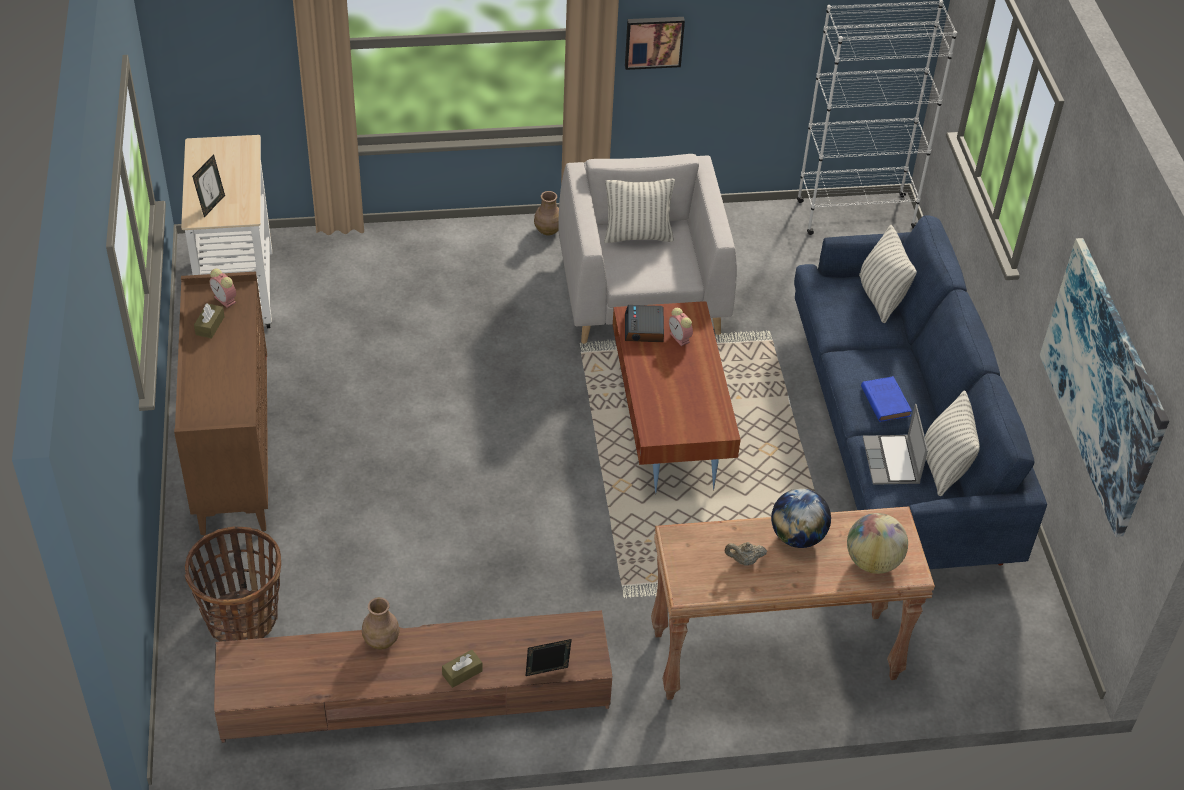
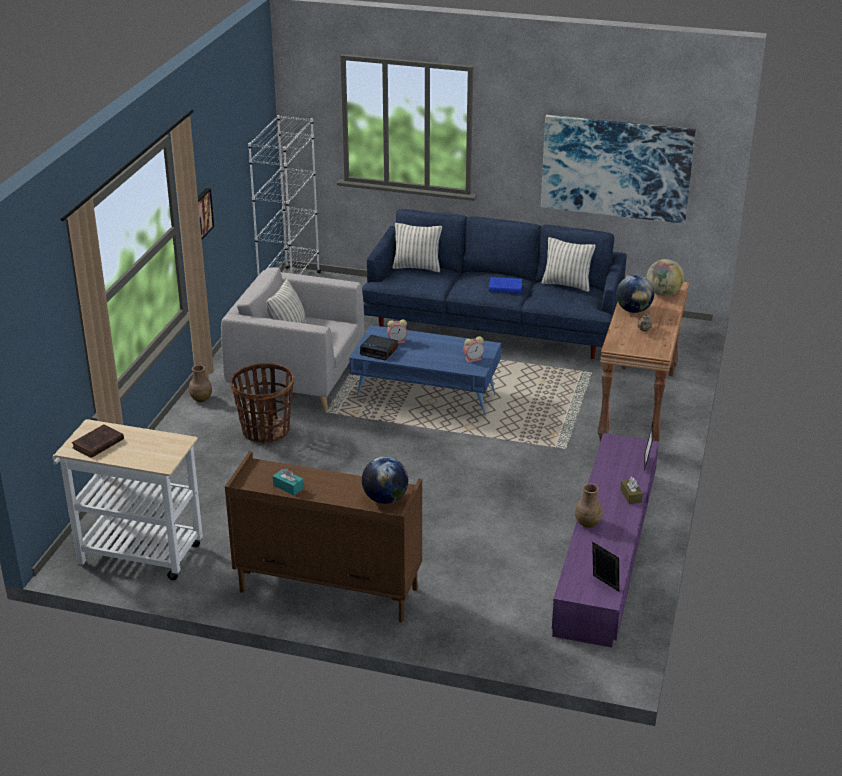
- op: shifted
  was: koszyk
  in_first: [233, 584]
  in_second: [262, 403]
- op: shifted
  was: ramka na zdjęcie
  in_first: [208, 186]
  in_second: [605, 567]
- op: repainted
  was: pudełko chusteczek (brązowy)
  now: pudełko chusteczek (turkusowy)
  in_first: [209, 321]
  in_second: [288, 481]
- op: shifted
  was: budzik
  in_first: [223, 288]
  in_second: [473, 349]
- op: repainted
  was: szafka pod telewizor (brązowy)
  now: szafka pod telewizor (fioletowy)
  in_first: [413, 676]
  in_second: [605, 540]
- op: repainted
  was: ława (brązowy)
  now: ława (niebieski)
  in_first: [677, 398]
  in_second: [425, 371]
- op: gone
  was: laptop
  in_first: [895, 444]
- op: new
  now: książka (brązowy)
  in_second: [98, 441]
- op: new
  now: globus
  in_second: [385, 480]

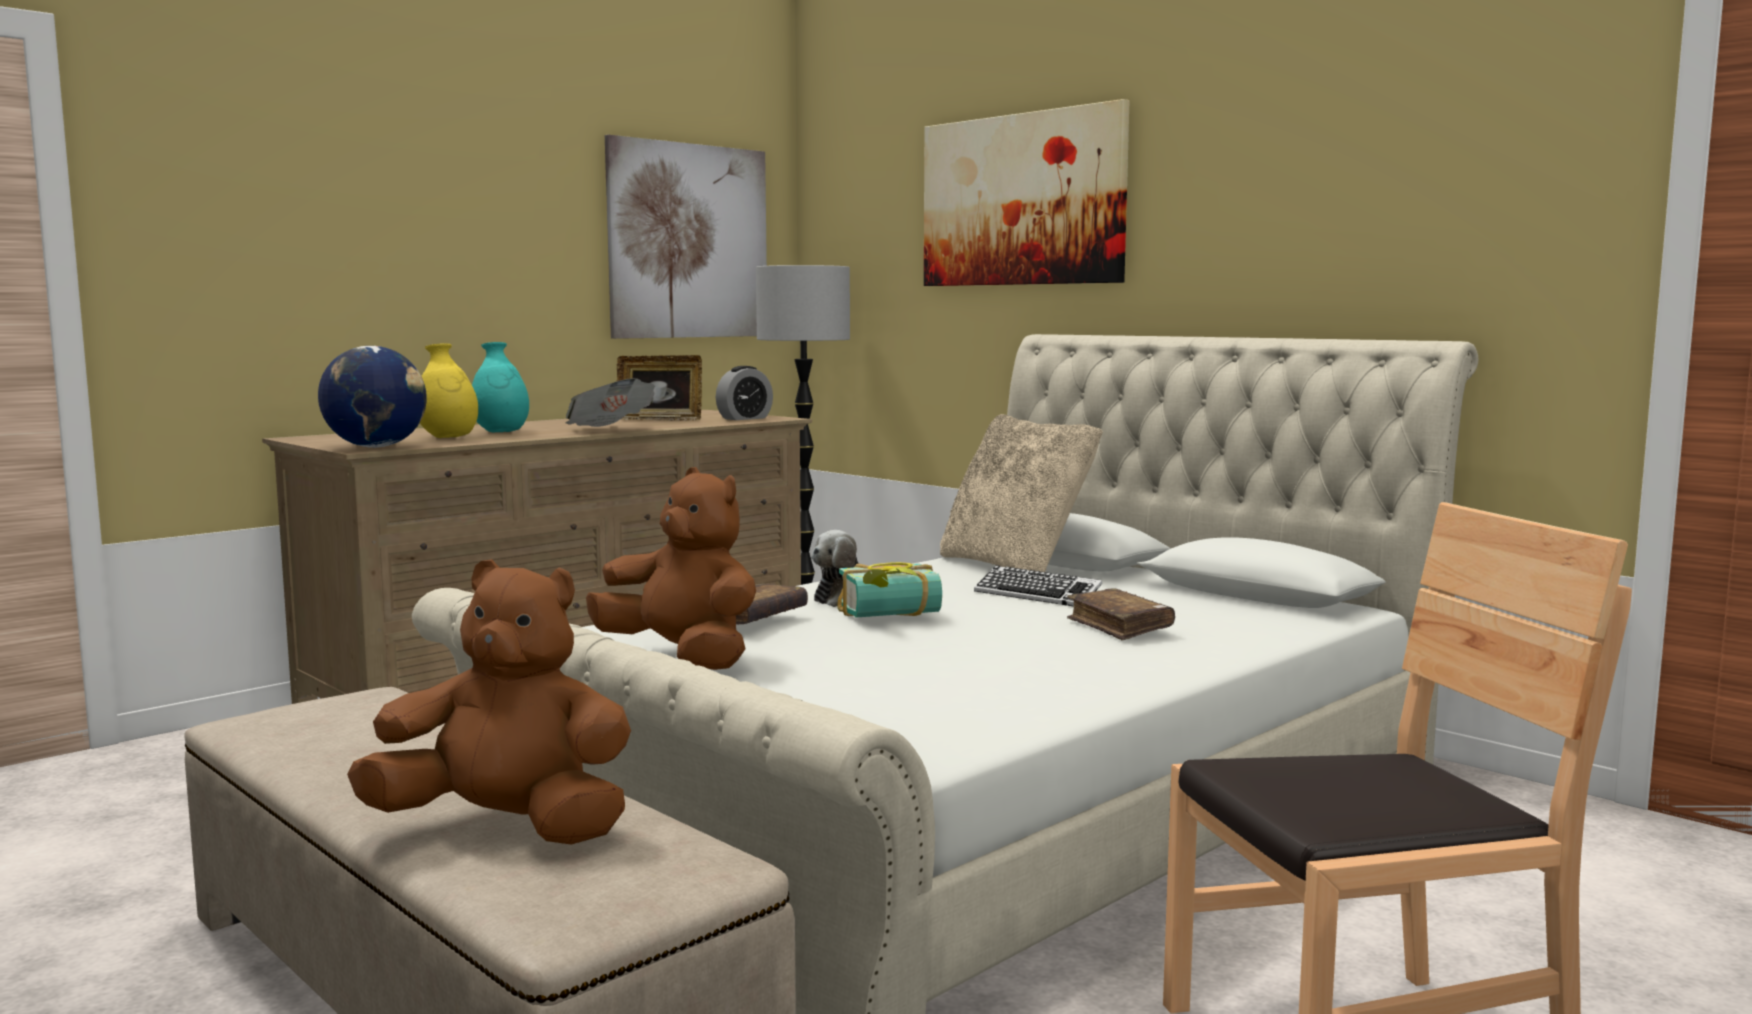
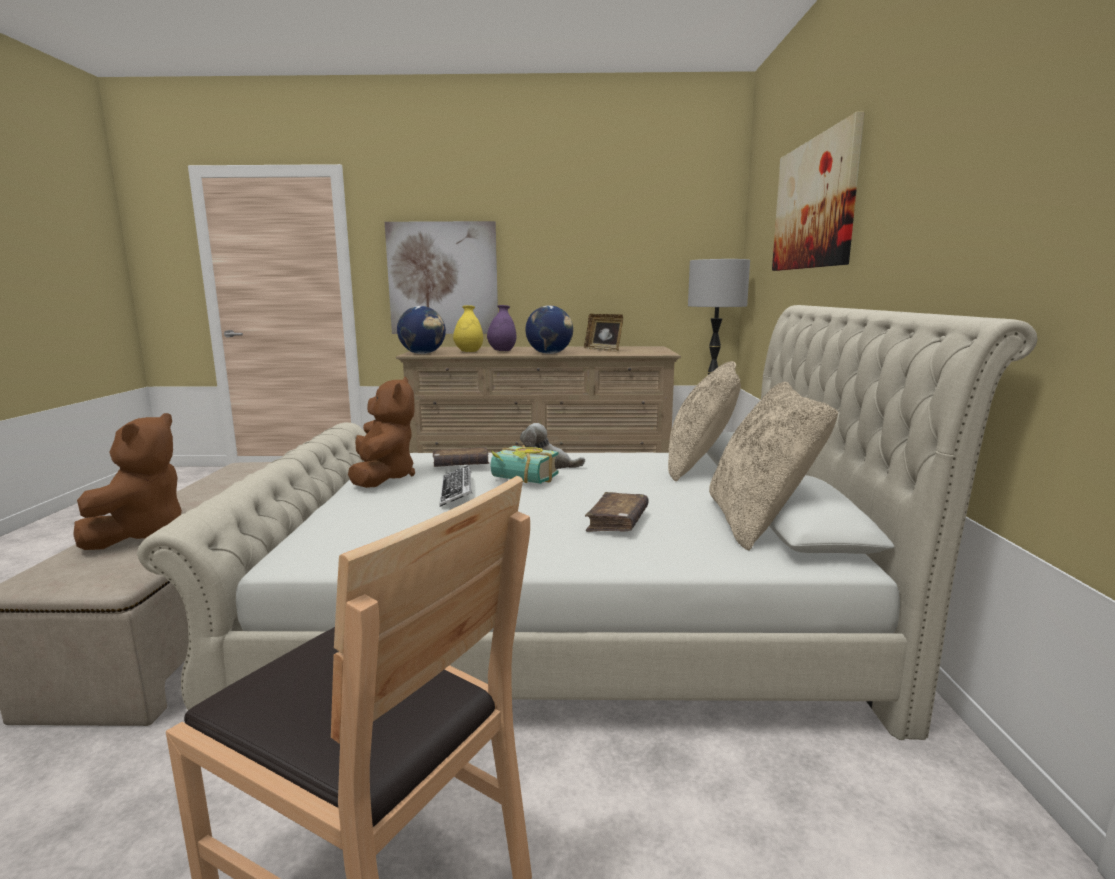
- op: rotated
  was: pluszak (brązowy)
  in_first: [489, 701]
  in_second: [127, 481]
  clockwise: 45
- op: repainted
  was: wazon (turkusowy)
  now: wazon (fioletowy)
  in_first: [500, 387]
  in_second: [502, 328]
- op: swapped
  was: gazeta
  now: globus
  in_first: [610, 402]
  in_second: [549, 330]
- op: shifted
  was: obraz
  in_first: [686, 237]
  in_second: [441, 277]
- op: gone
  was: budzik
  in_first: [744, 393]
- op: shifted
  was: klawiatura
  in_first: [1038, 585]
  in_second: [456, 486]
- op: new
  now: poduszka (beżowy)
  in_second: [774, 466]

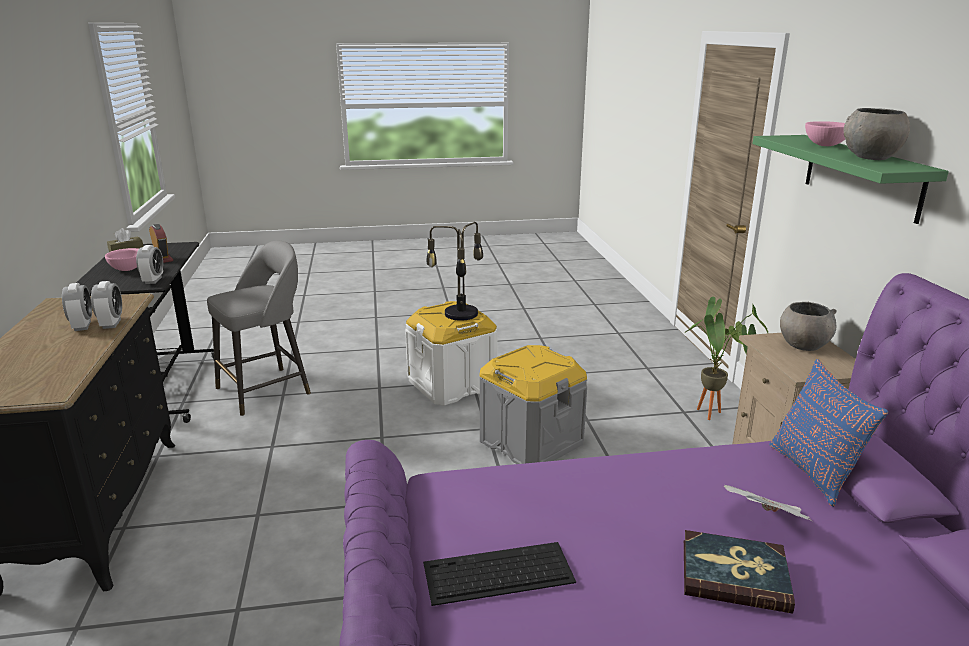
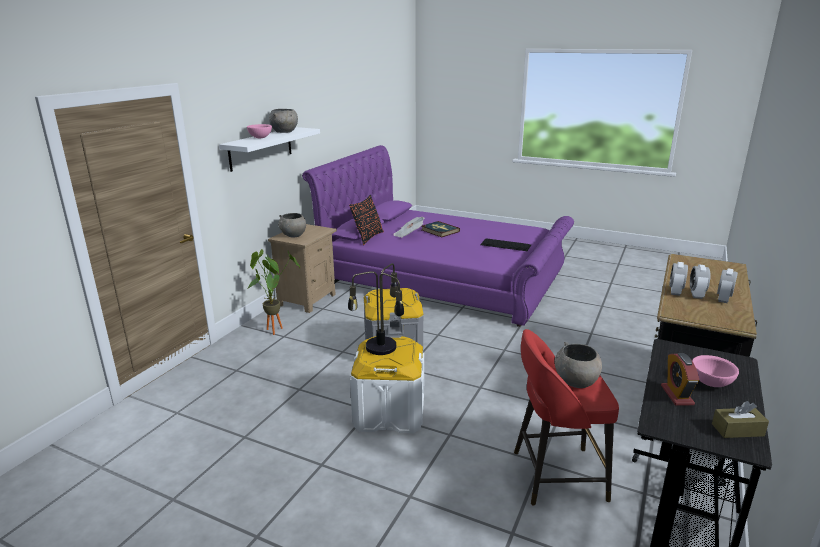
- op: shifted
  was: budzik
  in_first: [149, 264]
  in_second: [727, 285]
- op: repainted
  was: stołek (szary)
  now: stołek (czerwony)
  in_first: [259, 328]
  in_second: [566, 417]
- op: repainted
  was: półka (zielony)
  now: półka (biały)
  in_first: [850, 179]
  in_second: [269, 149]
- op: repainted
  was: poduszka (niebieski)
  now: poduszka (czarny)
  in_first: [828, 433]
  in_second: [366, 220]
- op: new
  now: miska (szary)
  in_second: [578, 365]

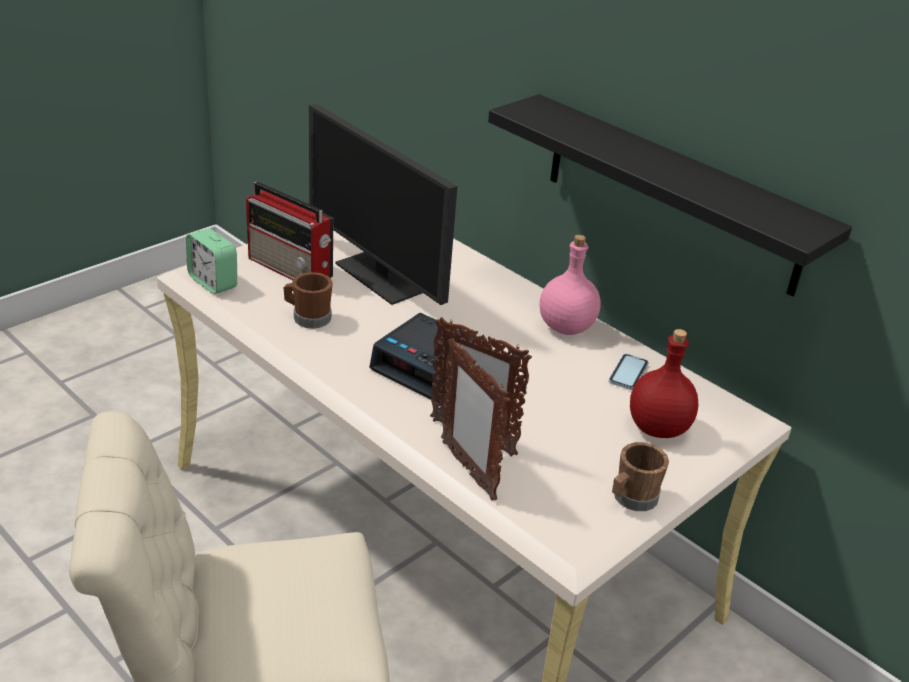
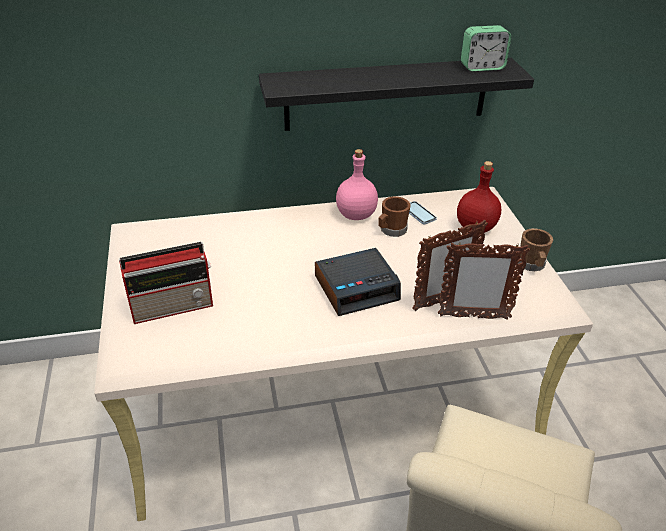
- op: shifted
  was: budzik
  in_first: [211, 261]
  in_second: [486, 48]
- op: shifted
  was: kubek (brązowy)
  in_first: [308, 300]
  in_second: [394, 216]
- op: gone
  was: monitor
  in_first: [383, 204]

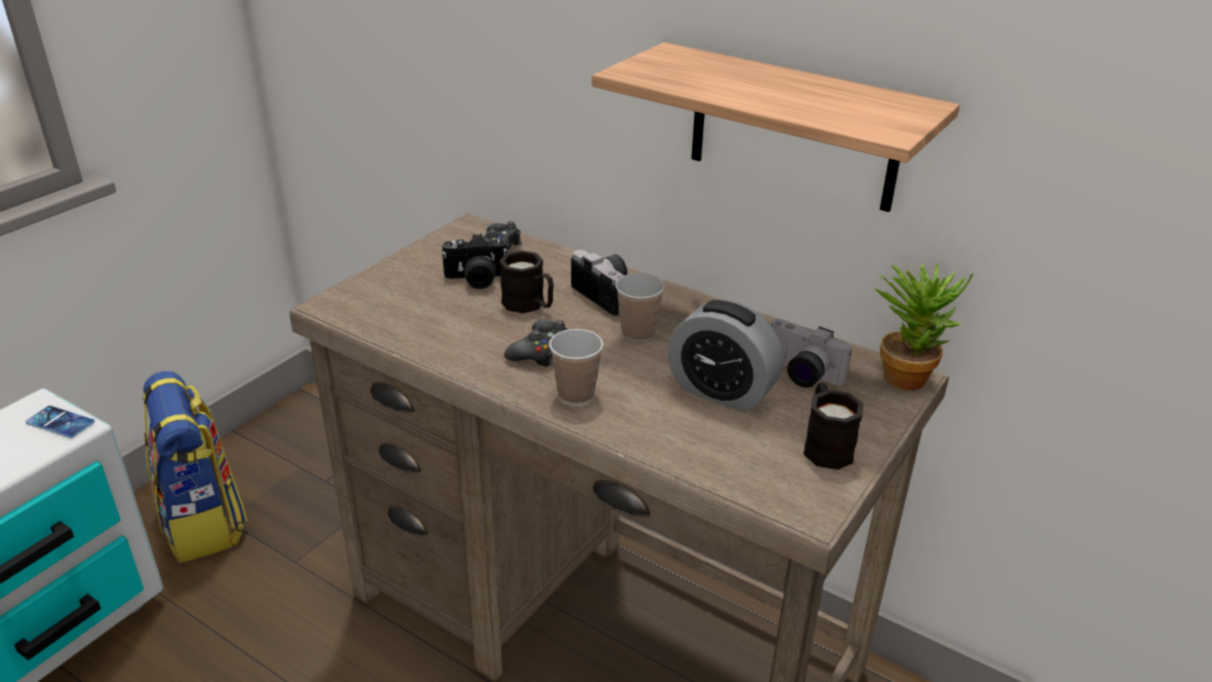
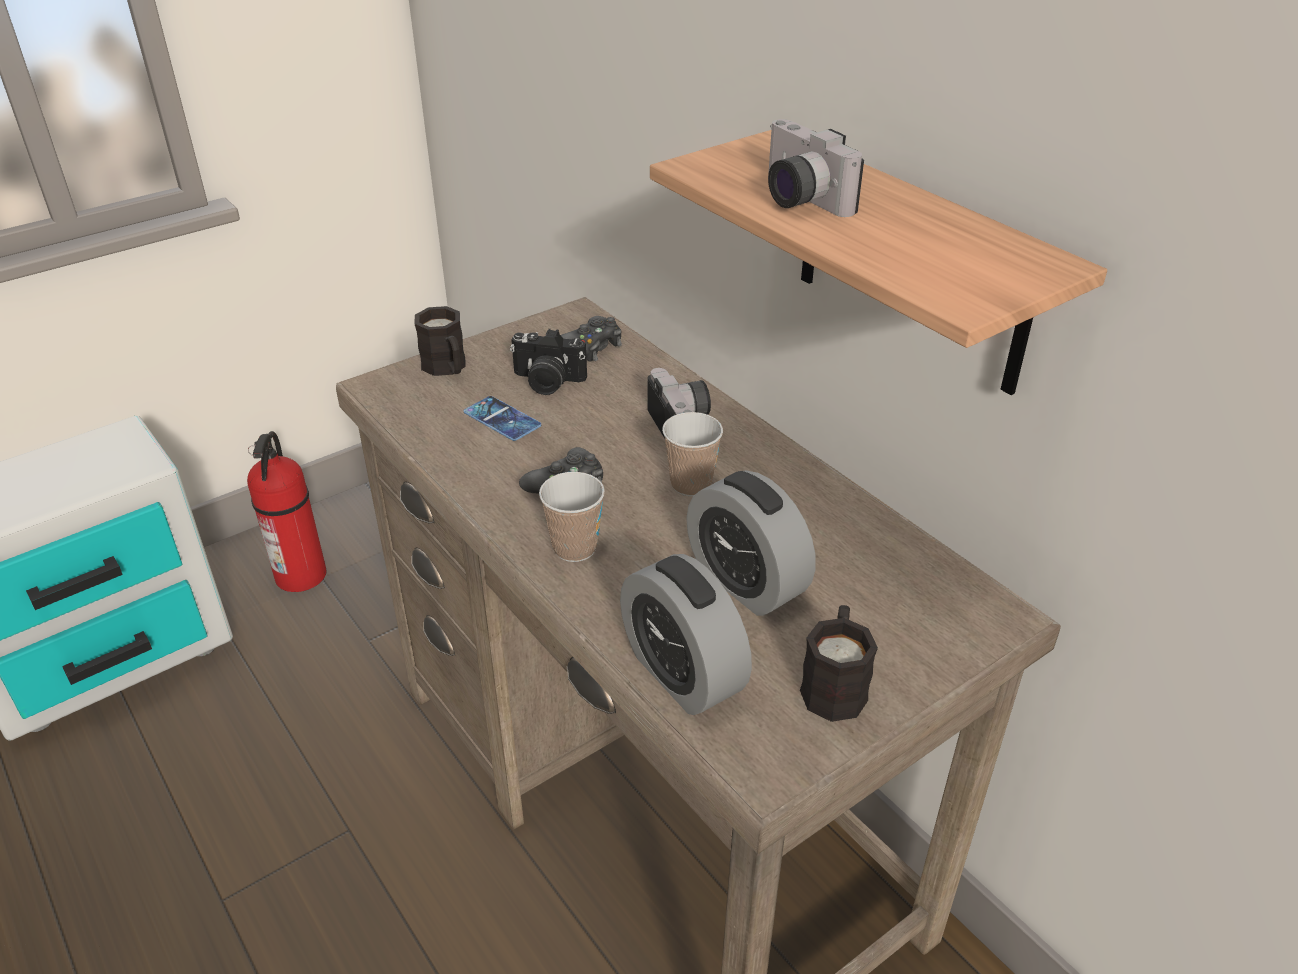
- op: shifted
  was: telefon
  in_first: [60, 422]
  in_second: [502, 418]
- op: swapped
  was: plecak
  now: gaśnica
  in_first: [195, 467]
  in_second: [286, 511]
- op: shifted
  was: kubek (czarny)
  in_first: [526, 281]
  in_second: [440, 341]
- op: shifted
  was: aparat fotograficzny
  in_first: [811, 353]
  in_second: [816, 168]
- op: gone
  was: roślina doniczkowa
  in_first: [923, 326]
- op: new
  now: budzik
  in_second: [686, 634]

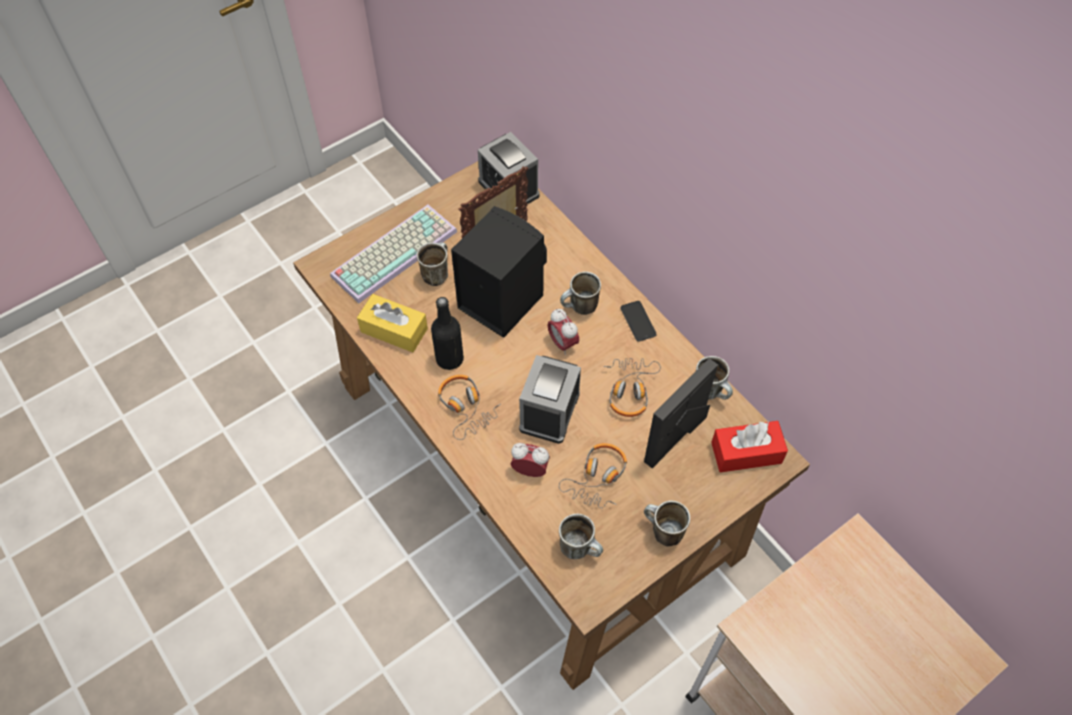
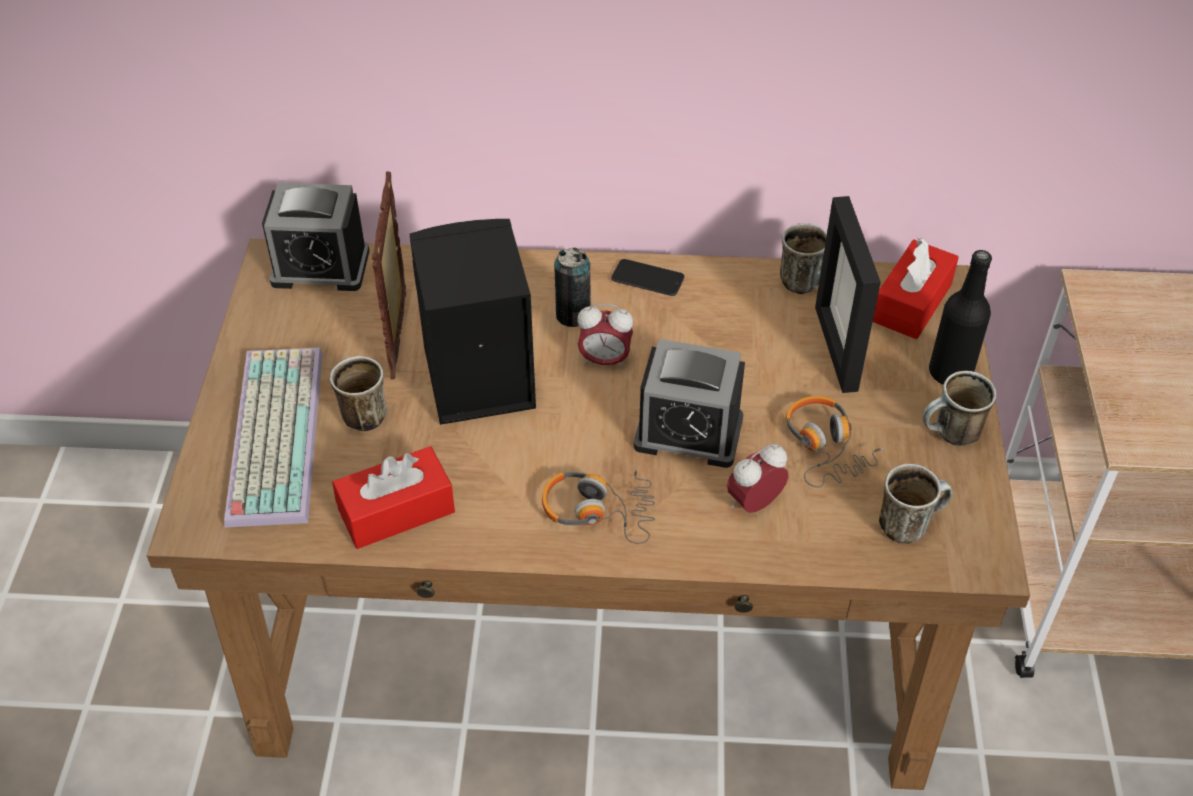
- op: repainted
  was: pudełko chusteczek (żółty)
  now: pudełko chusteczek (czerwony)
  in_first: [392, 323]
  in_second: [393, 497]
- op: shifted
  was: butelka (czarny)
  in_first: [447, 333]
  in_second: [960, 317]
- op: rotated
  was: budzik
  in_first: [550, 399]
  in_second: [689, 403]
  clockwise: -45
- op: swapped
  was: kubek
  now: puszka
  in_first: [580, 293]
  in_second: [572, 287]
- op: gone
  was: słuchawki
  in_first: [632, 387]

